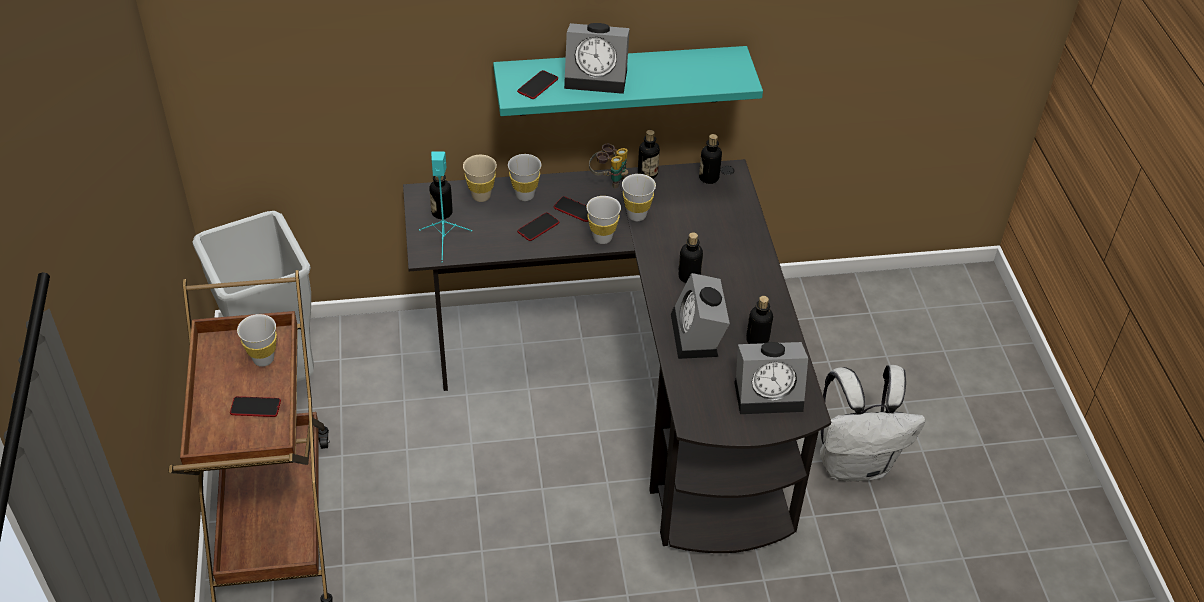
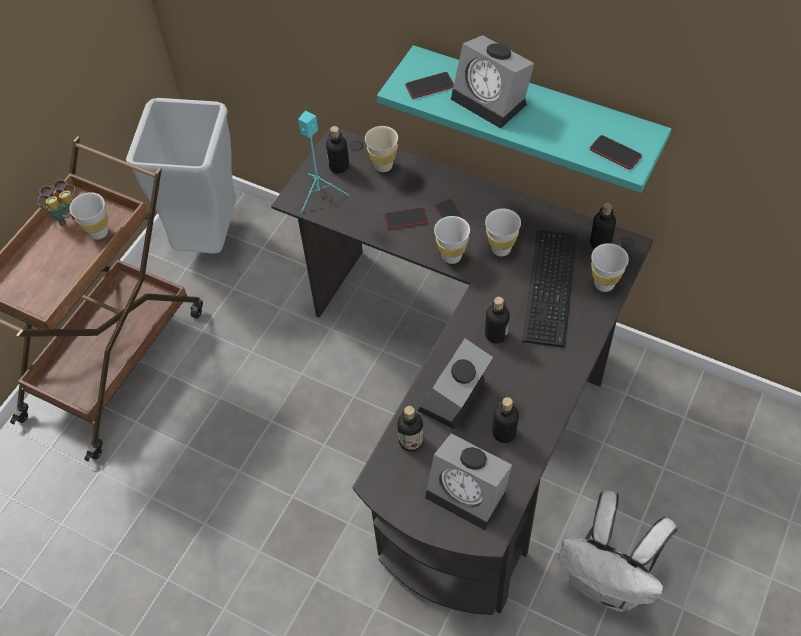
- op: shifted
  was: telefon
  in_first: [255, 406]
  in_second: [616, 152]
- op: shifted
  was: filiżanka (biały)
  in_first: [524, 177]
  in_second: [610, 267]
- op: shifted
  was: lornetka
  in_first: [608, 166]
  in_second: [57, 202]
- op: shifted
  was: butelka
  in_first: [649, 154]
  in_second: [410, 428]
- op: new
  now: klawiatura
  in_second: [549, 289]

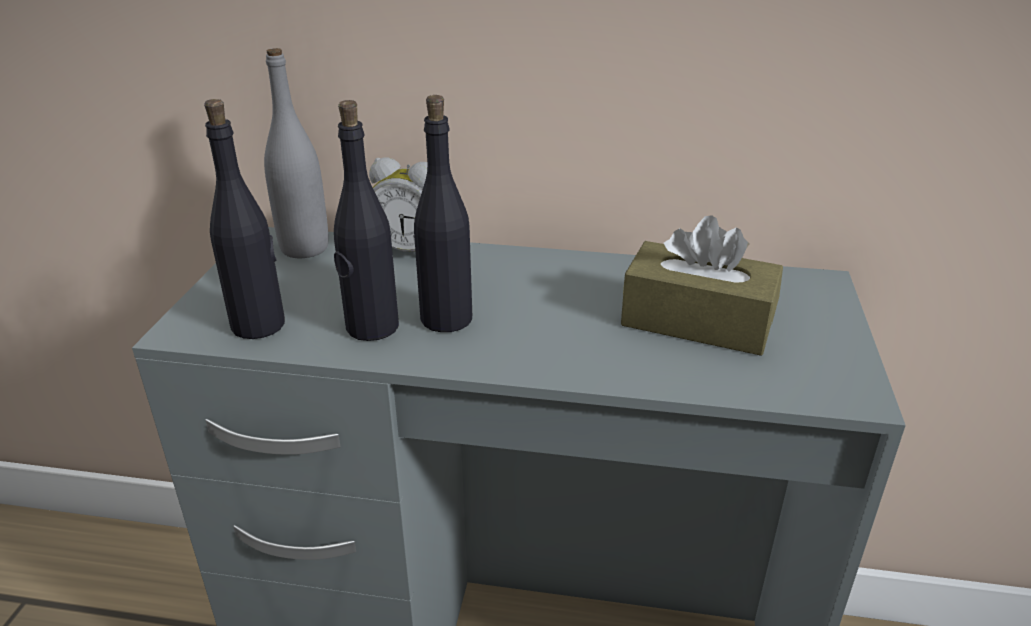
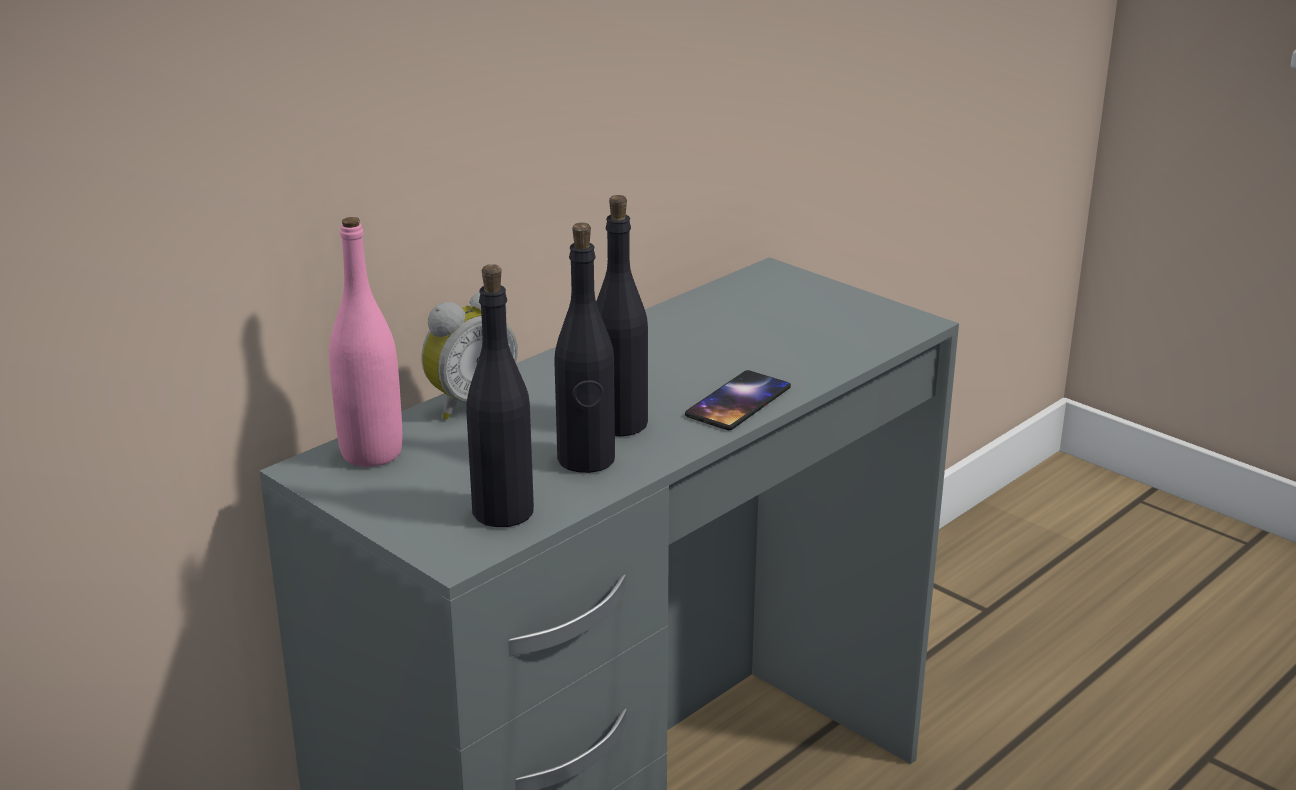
- op: repainted
  was: butelka (szary)
  now: butelka (różowy)
  in_first: [296, 153]
  in_second: [366, 342]
- op: gone
  was: pudełko chusteczek (brązowy)
  in_first: [702, 285]
- op: new
  now: telefon
  in_second: [738, 400]

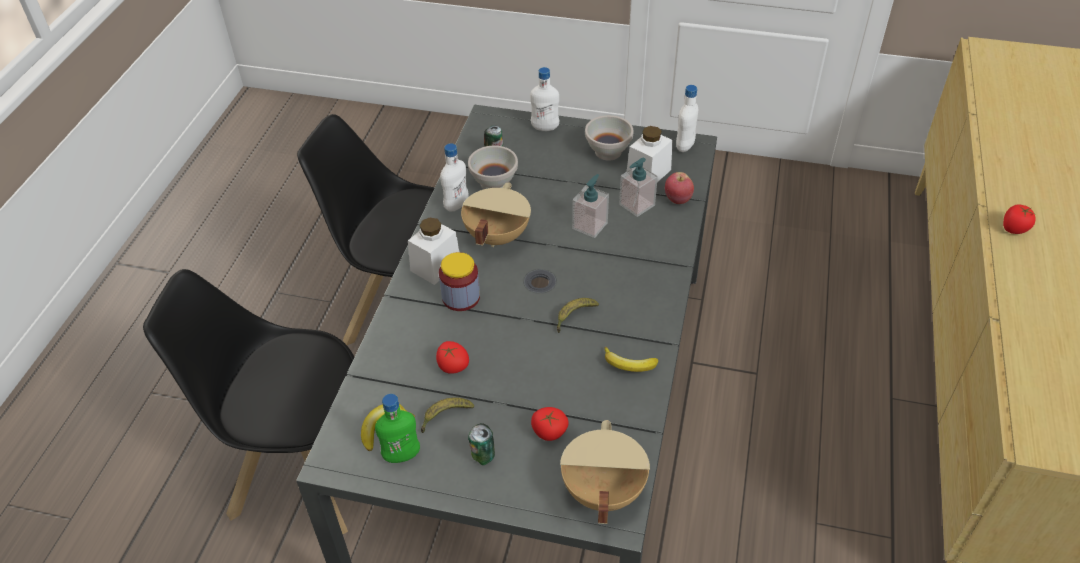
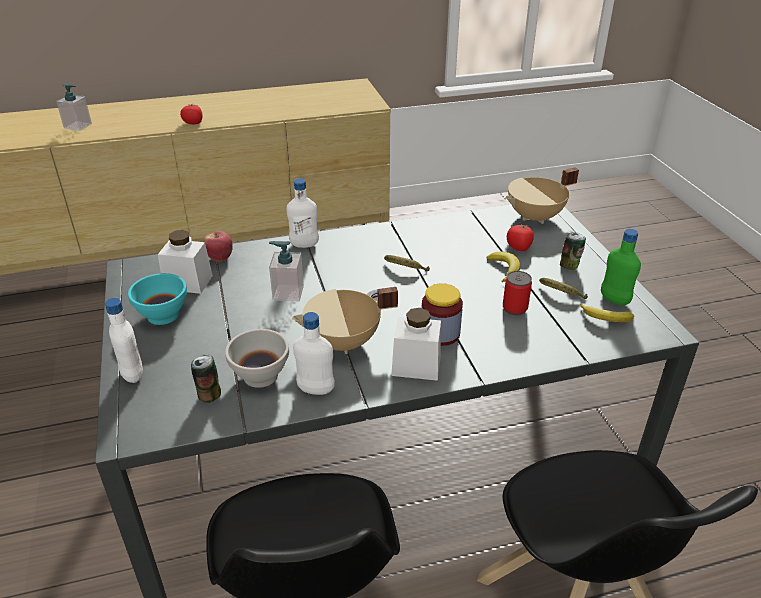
- op: swapped
  was: pomidor
  now: puszka
  in_first: [452, 357]
  in_second: [517, 293]
- op: repainted
  was: miska (biały)
  now: miska (turkusowy)
  in_first: [609, 138]
  in_second: [157, 299]
- op: shifted
  was: banan
  in_first: [631, 359]
  in_second: [503, 267]
- op: shifted
  was: dozownik mydła
  in_first: [638, 187]
  in_second: [74, 107]
- op: shifted
  was: butelka (biały)
  in_first: [687, 118]
  in_second: [302, 213]

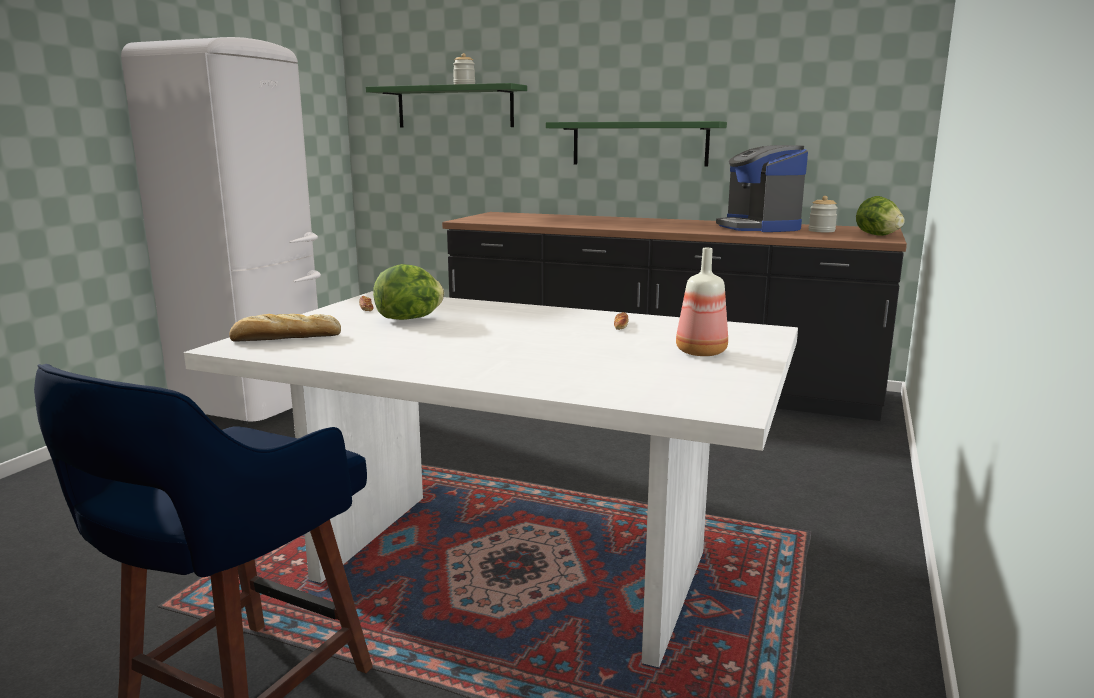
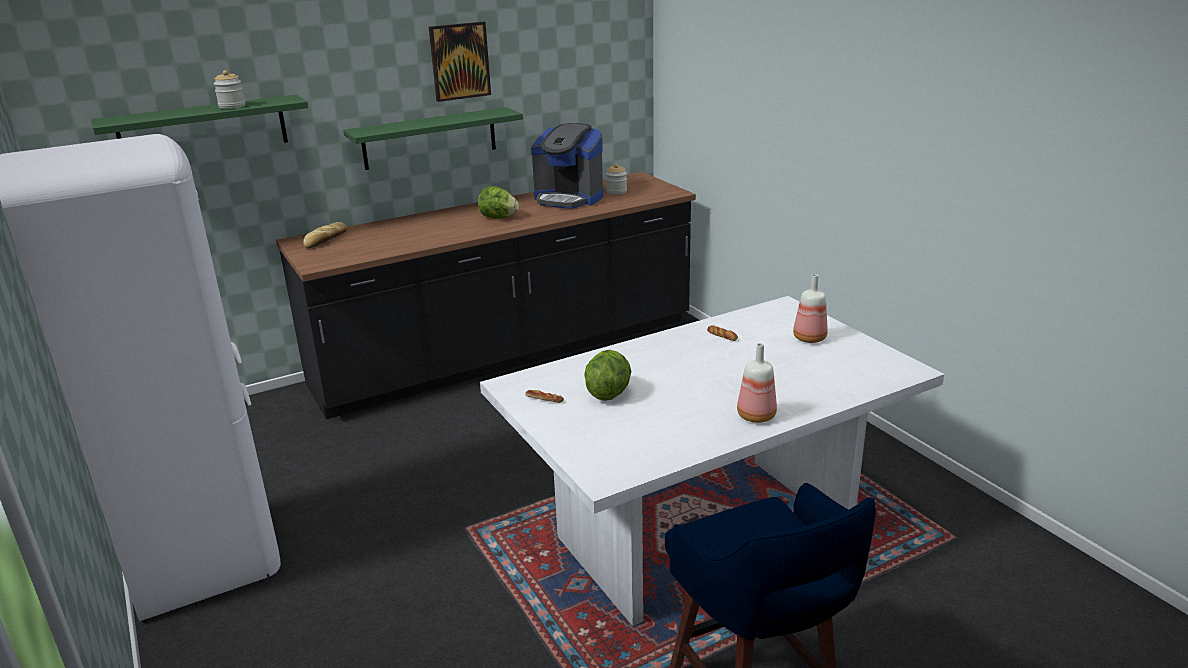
- op: shifted
  was: chleb
  in_first: [285, 328]
  in_second: [325, 235]
- op: shifted
  was: sałata
  in_first: [880, 216]
  in_second: [498, 202]
- op: new
  now: obraz
  in_second: [460, 62]
- op: new
  now: butelka
  in_second: [757, 383]

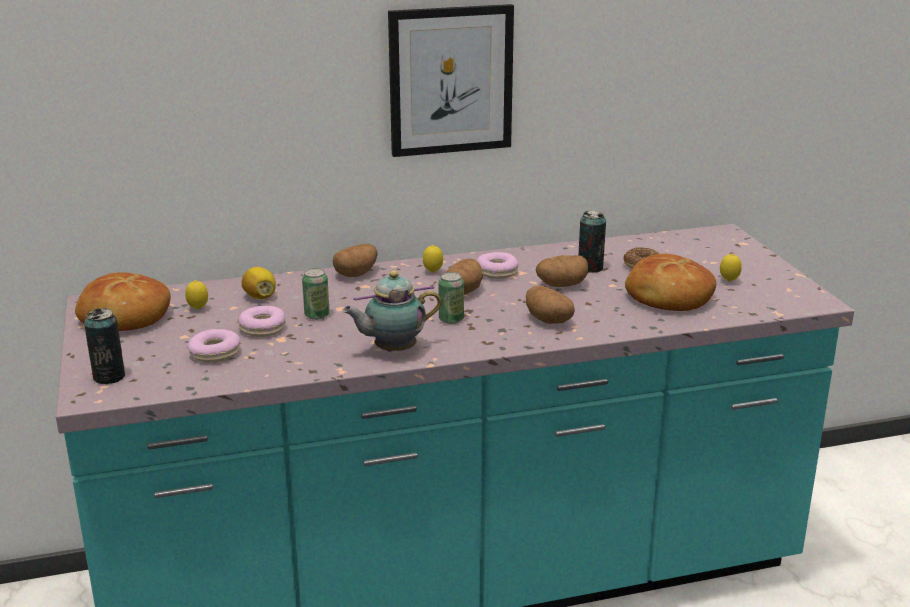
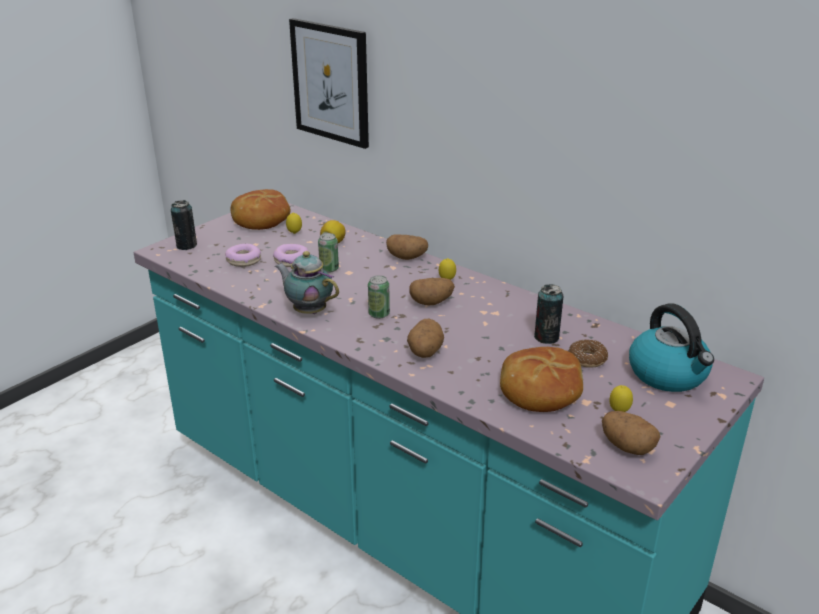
- op: shifted
  was: obraz
  in_first: [451, 80]
  in_second: [329, 83]
- op: gone
  was: donut
  in_first: [497, 265]
- op: shifted
  was: ziemniak
  in_first: [562, 271]
  in_second: [631, 433]
- op: new
  now: czajnik
  in_second: [671, 347]

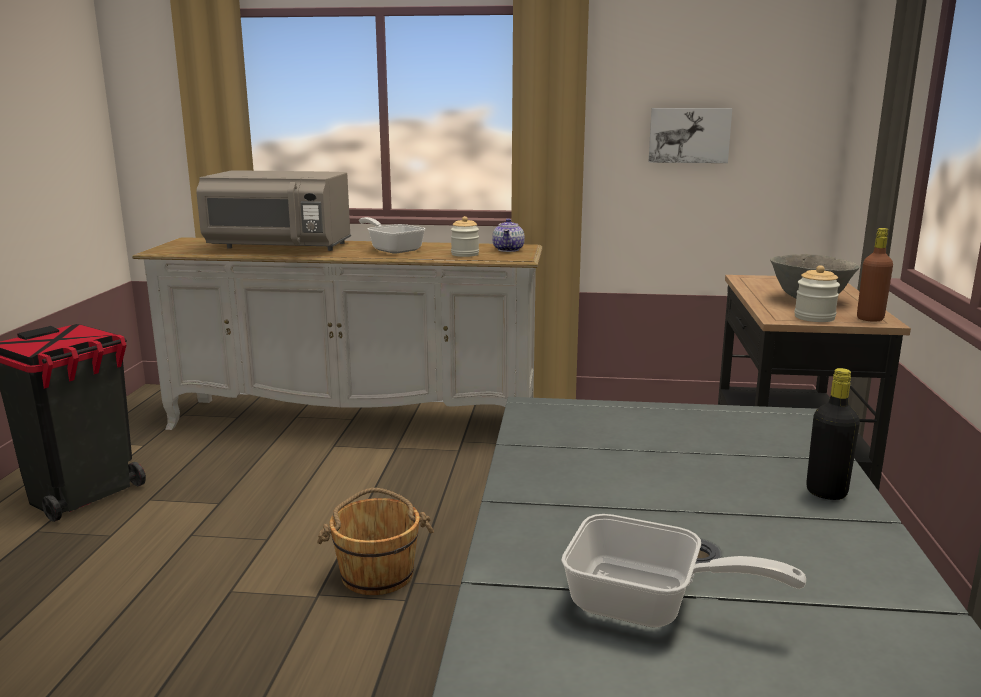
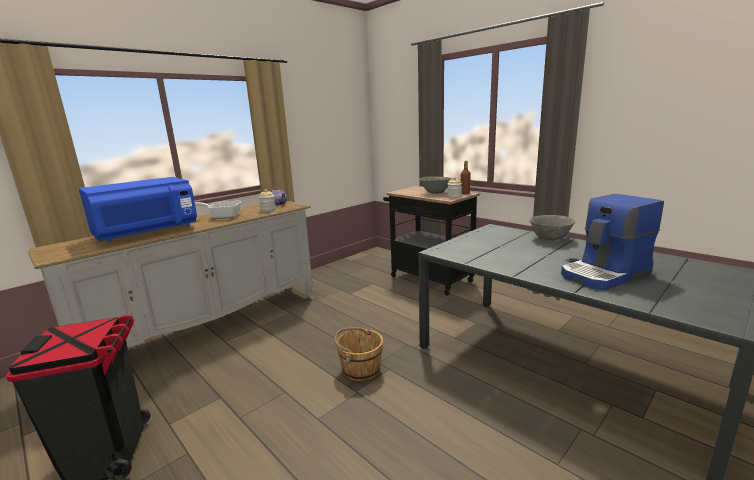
- op: repainted
  was: mikrofalówka (szary)
  now: mikrofalówka (niebieski)
  in_first: [273, 210]
  in_second: [138, 209]
- op: swapped
  was: patelnia
  now: ekspres do kawy
  in_first: [683, 571]
  in_second: [612, 242]
- op: gone
  was: obraz
  in_first: [690, 135]
- op: swapped
  was: butelka (czarny)
  now: miska (szary)
  in_first: [833, 434]
  in_second: [552, 227]

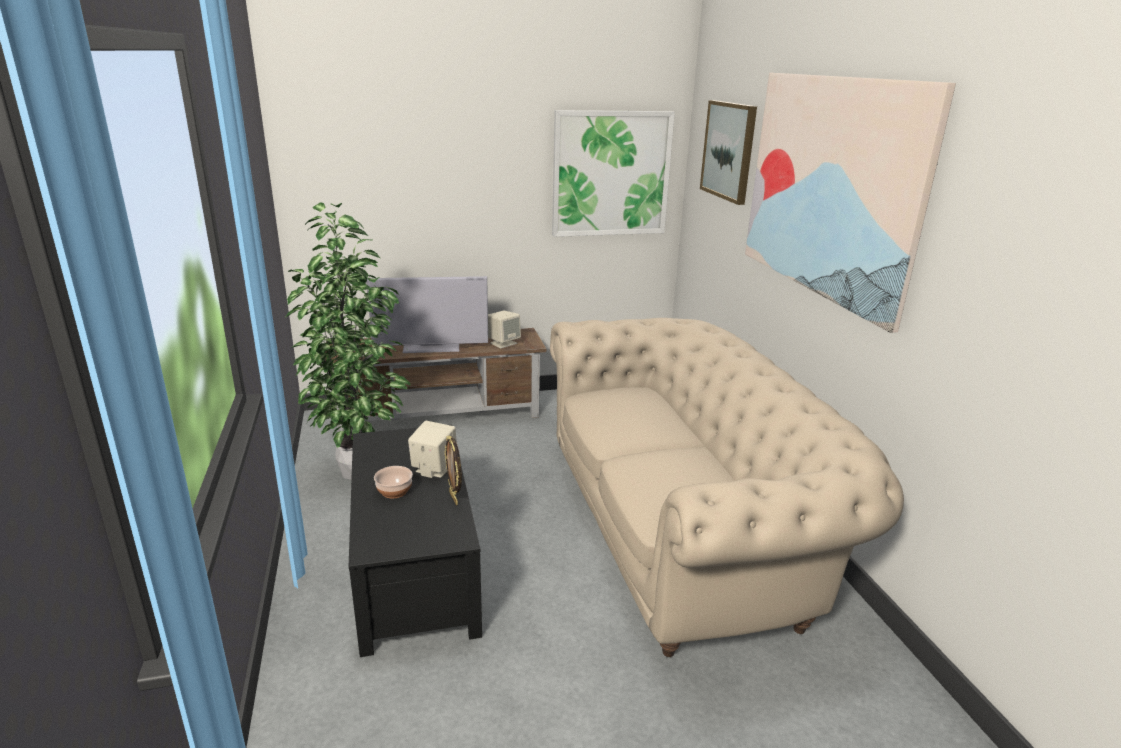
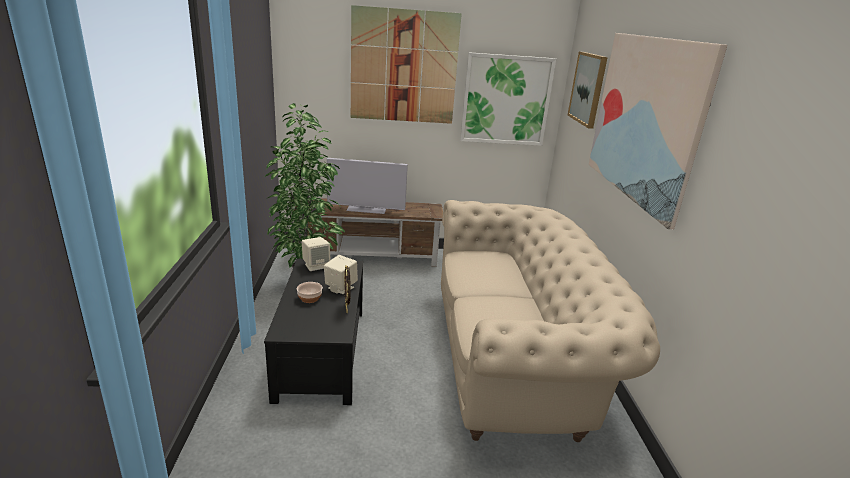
- op: shifted
  was: głośnik (beżowy)
  in_first: [504, 329]
  in_second: [316, 254]
- op: new
  now: obraz
  in_second: [406, 64]

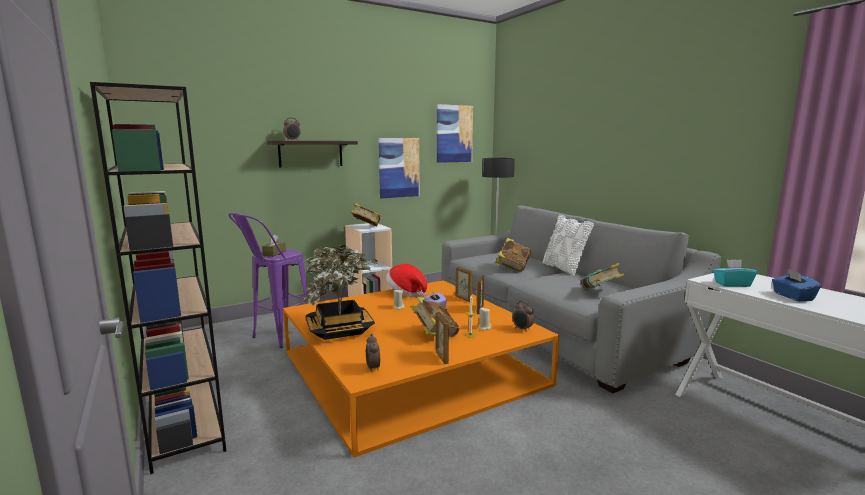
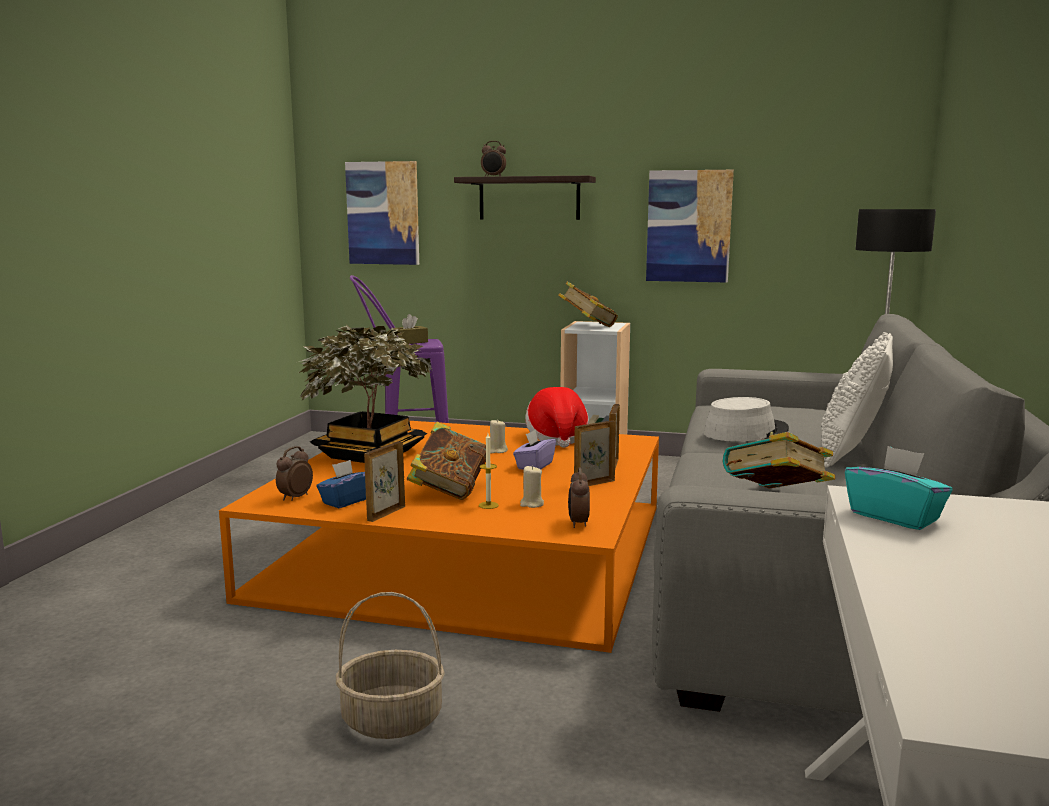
- op: gone
  was: regał (beżowy)
  in_first: [158, 278]
- op: shifted
  was: obraz
  in_first: [455, 133]
  in_second: [382, 213]
- op: swapped
  was: książka
  now: kapelusz (szary)
  in_first: [513, 255]
  in_second: [746, 419]
- op: shifted
  was: pudełko chusteczek (niebieski)
  in_first: [796, 285]
  in_second: [341, 484]
- op: new
  now: koszyk
  in_second: [390, 665]

